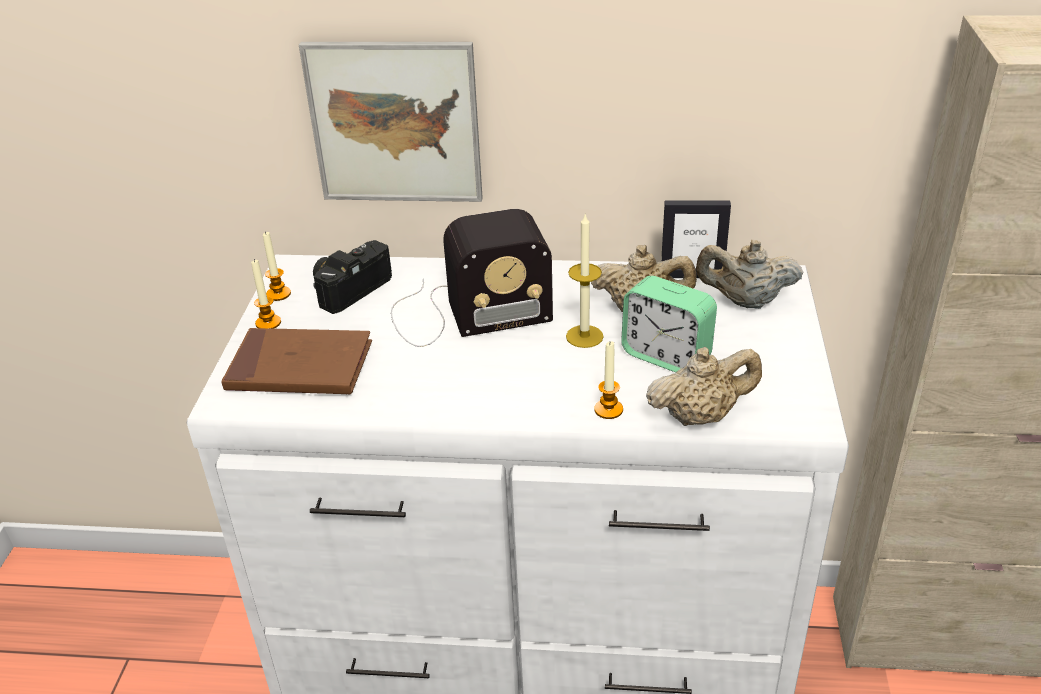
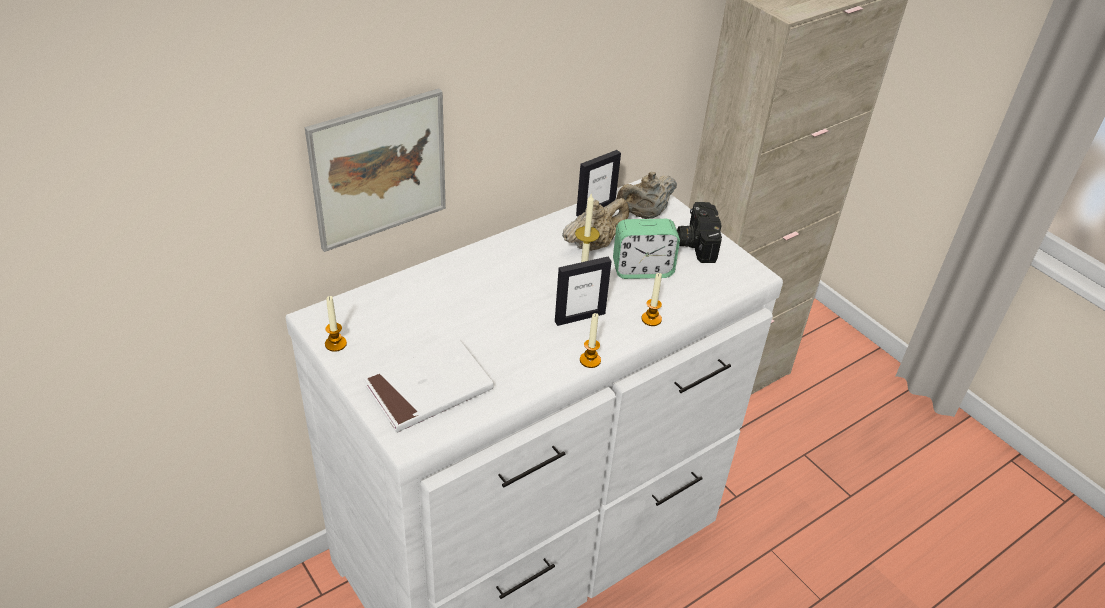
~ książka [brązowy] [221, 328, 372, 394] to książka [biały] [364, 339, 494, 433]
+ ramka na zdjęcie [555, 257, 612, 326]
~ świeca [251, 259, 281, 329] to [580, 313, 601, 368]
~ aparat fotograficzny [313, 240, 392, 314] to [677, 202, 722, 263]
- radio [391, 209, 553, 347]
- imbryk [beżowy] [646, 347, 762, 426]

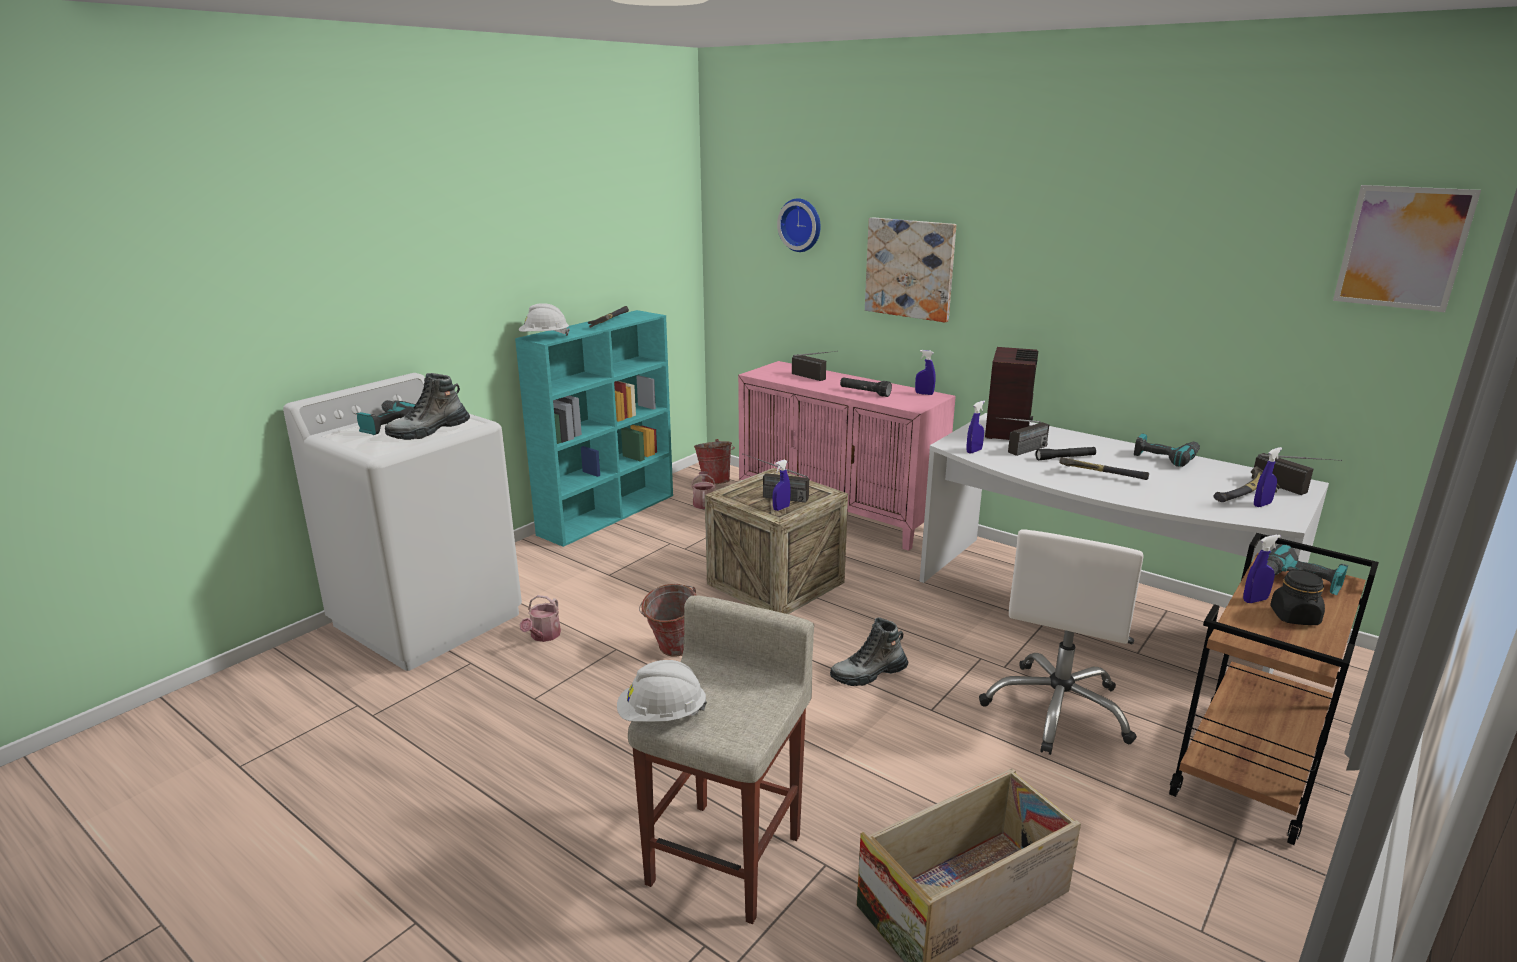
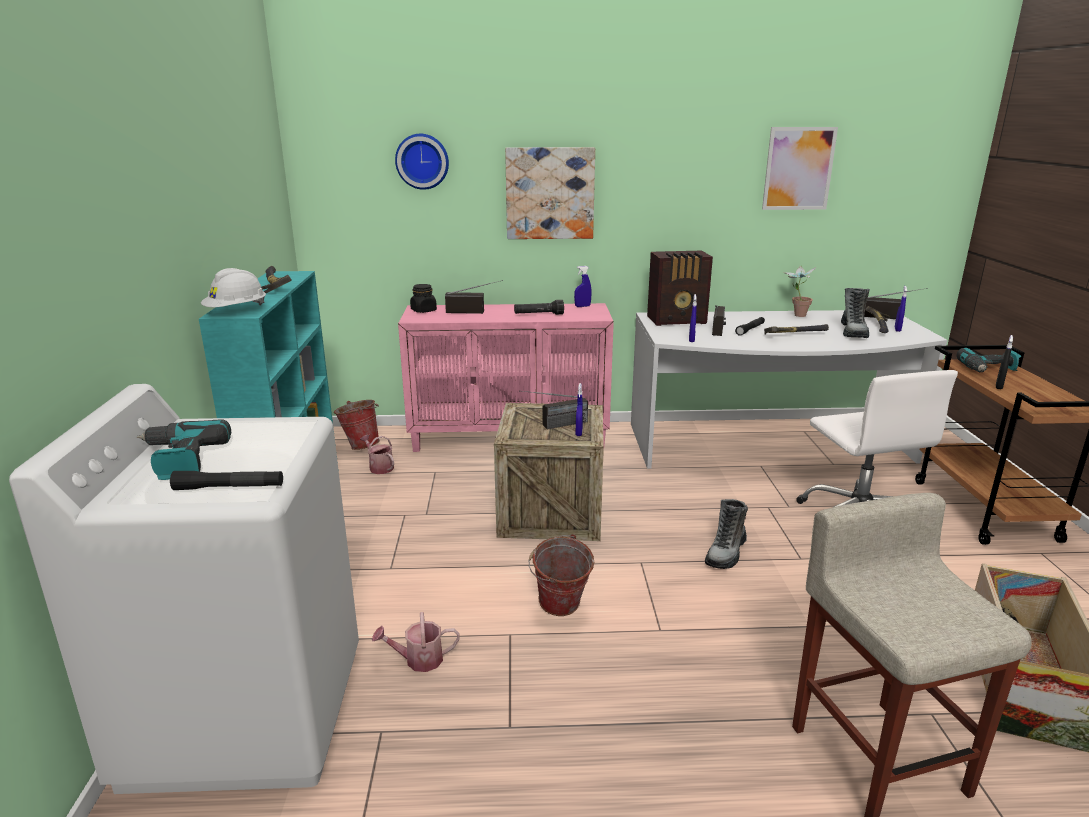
+ latarka [czarny] [170, 471, 283, 490]
~ konewka [520, 595, 561, 642] = [372, 612, 460, 672] 105 degrees clockwise
~ słoik [czarny] [1270, 569, 1325, 625] to [410, 284, 437, 313]
~ radio [985, 347, 1038, 440] = [647, 250, 713, 326] 105 degrees clockwise
~ obraz [1333, 185, 1481, 312] to [762, 127, 838, 210]
~ wiertarka [1134, 433, 1200, 467] to roślina doniczkowa [784, 266, 817, 317]
~ but z cholewką [385, 373, 470, 440] to [841, 288, 870, 338]
~ spryskiwacz [niebieski] [1243, 535, 1281, 603] to spryskiwacz [czarny] [996, 335, 1013, 389]
- kask [biały] [617, 660, 707, 722]

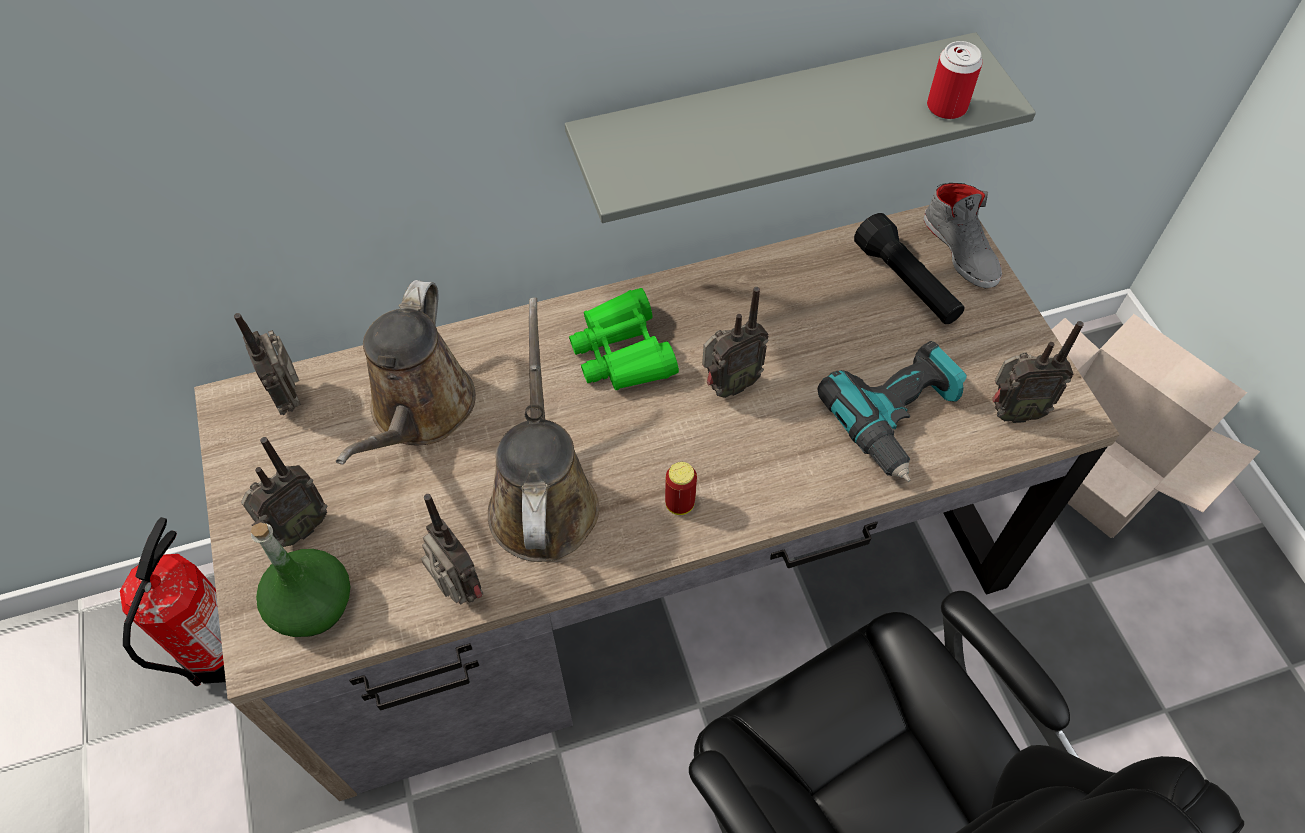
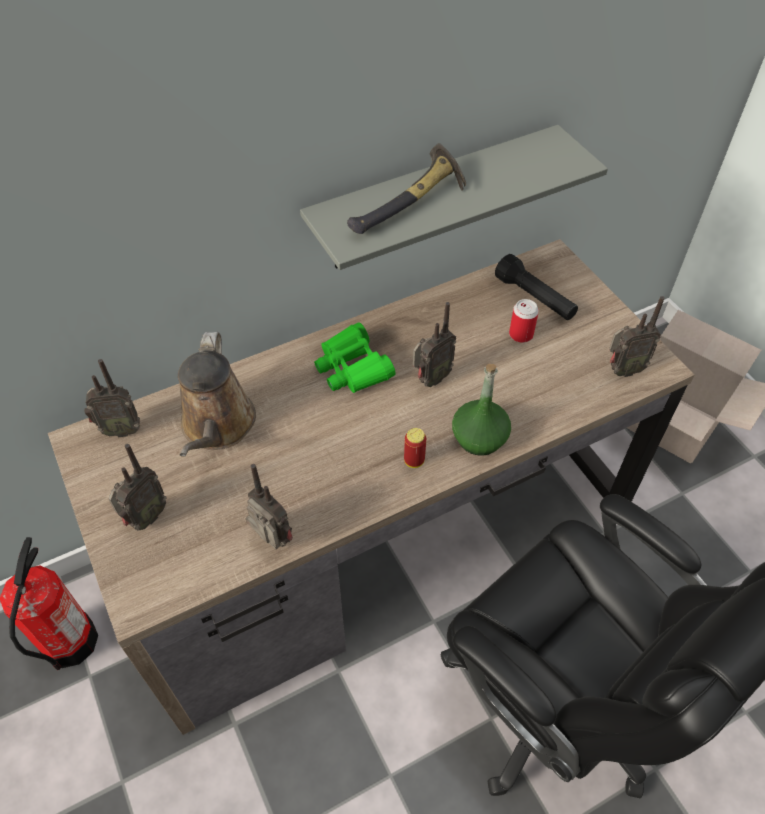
~ radio [234, 313, 301, 415] = [84, 359, 140, 437] 60 degrees counterclockwise
+ młotek [347, 143, 466, 234]
~ butelka [zielony] [251, 522, 350, 637] to [452, 364, 511, 456]
~ puszka [927, 41, 983, 119] to [509, 299, 539, 343]
- konewka [brązowy] [488, 298, 599, 562]
- wiertarka [818, 341, 967, 482]
- but [szary] [923, 183, 1002, 289]

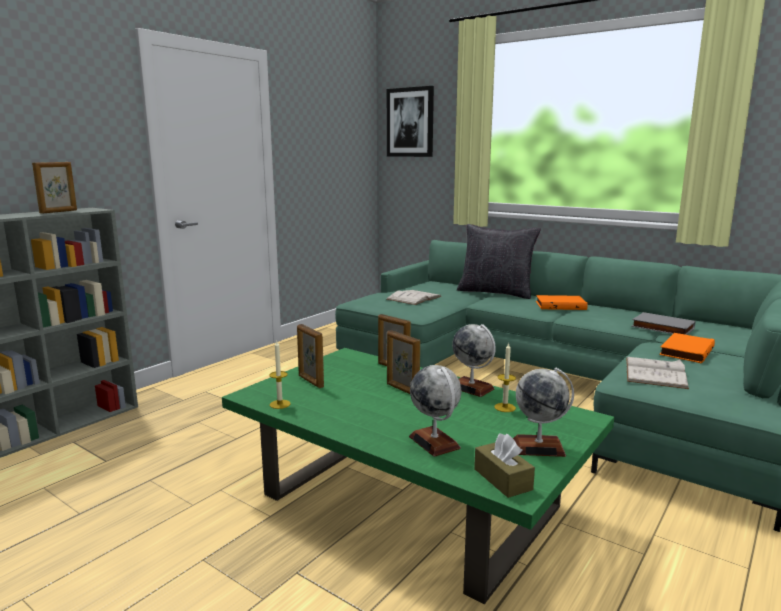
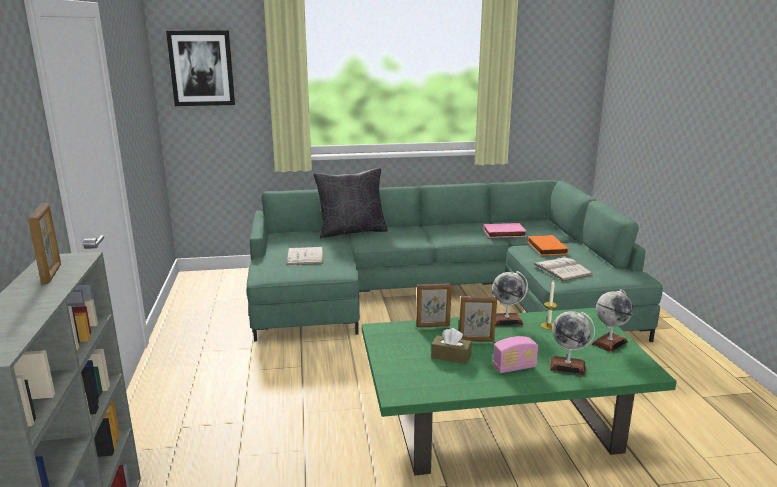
~ pudełko chusteczek [brązowy] [474, 433, 535, 498] to [431, 328, 472, 364]
~ książka [szary] [631, 312, 695, 335] to książka [różowy] [483, 223, 527, 238]
+ radio [493, 336, 538, 373]
- świeca [269, 341, 291, 409]
- ramka na zdjęcie [297, 324, 324, 388]
- książka [pomarańczowy] [536, 295, 588, 310]

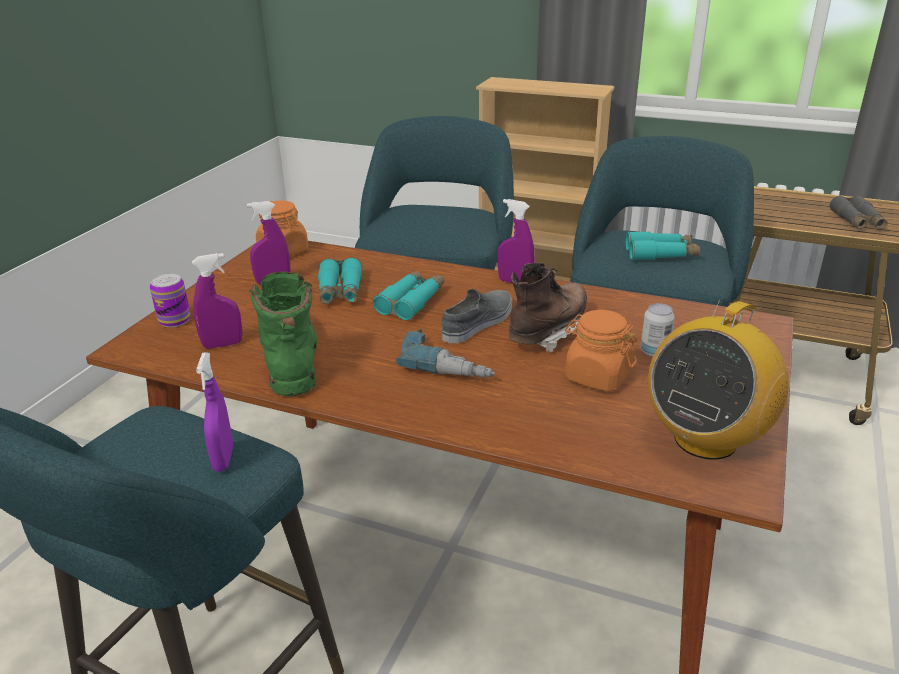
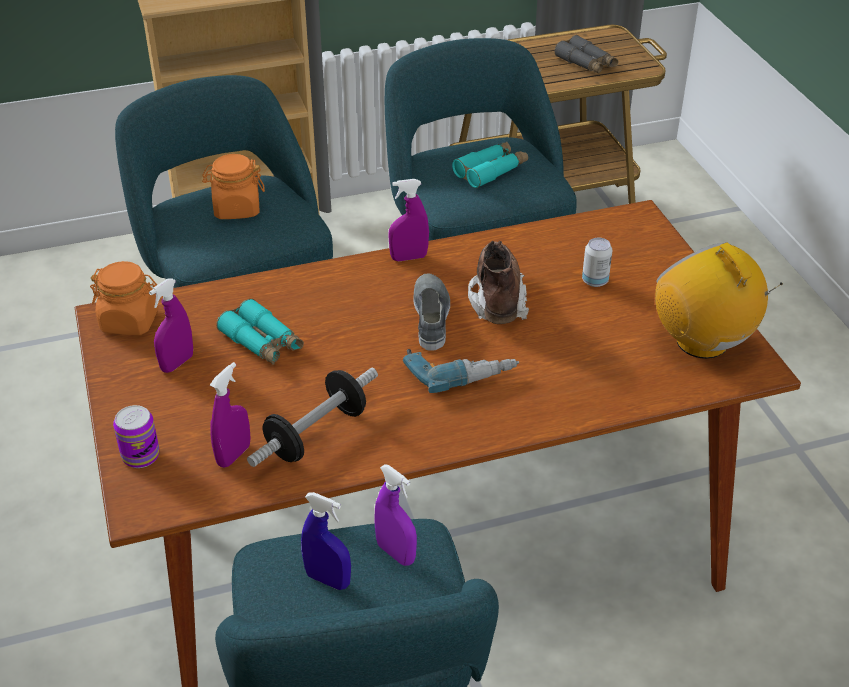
~ słoik [pomarańczowy] [565, 310, 637, 392] to [202, 154, 265, 219]
~ but z cholewką [zielony] [249, 271, 317, 396] to hantel [247, 368, 378, 467]
+ spryskiwacz [niebieski] [301, 492, 351, 590]
~ radio [648, 299, 789, 460] = [655, 242, 783, 359] 150 degrees clockwise
- lornetka [turkusowy] [373, 270, 444, 320]

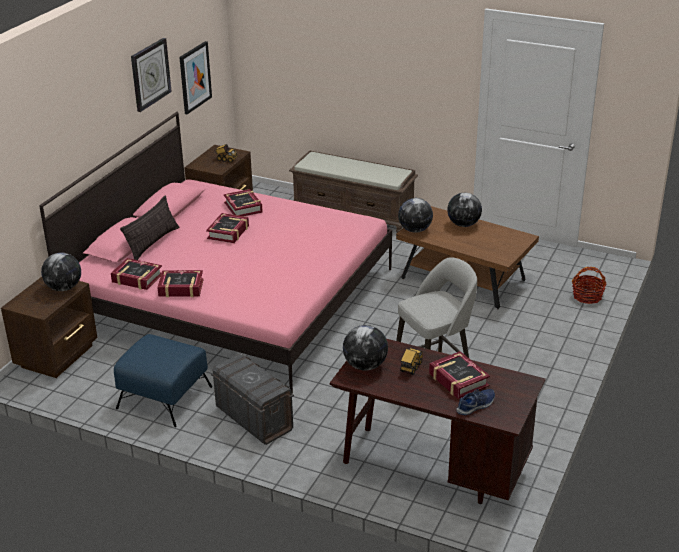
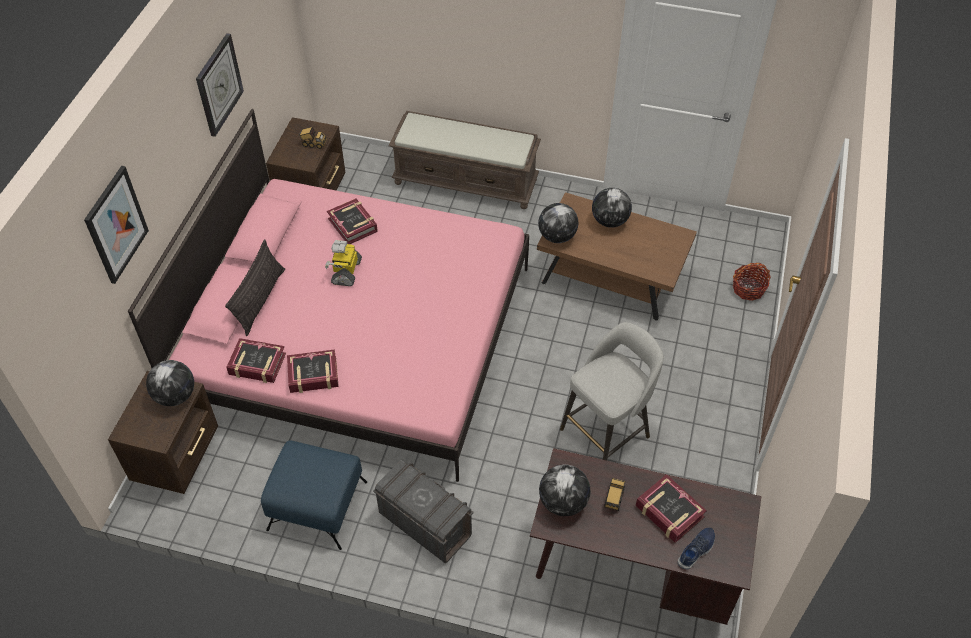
~ obraz [179, 41, 212, 114] to [84, 166, 149, 284]
~ książka [206, 213, 249, 243] to robot zabawkowy [325, 240, 362, 286]

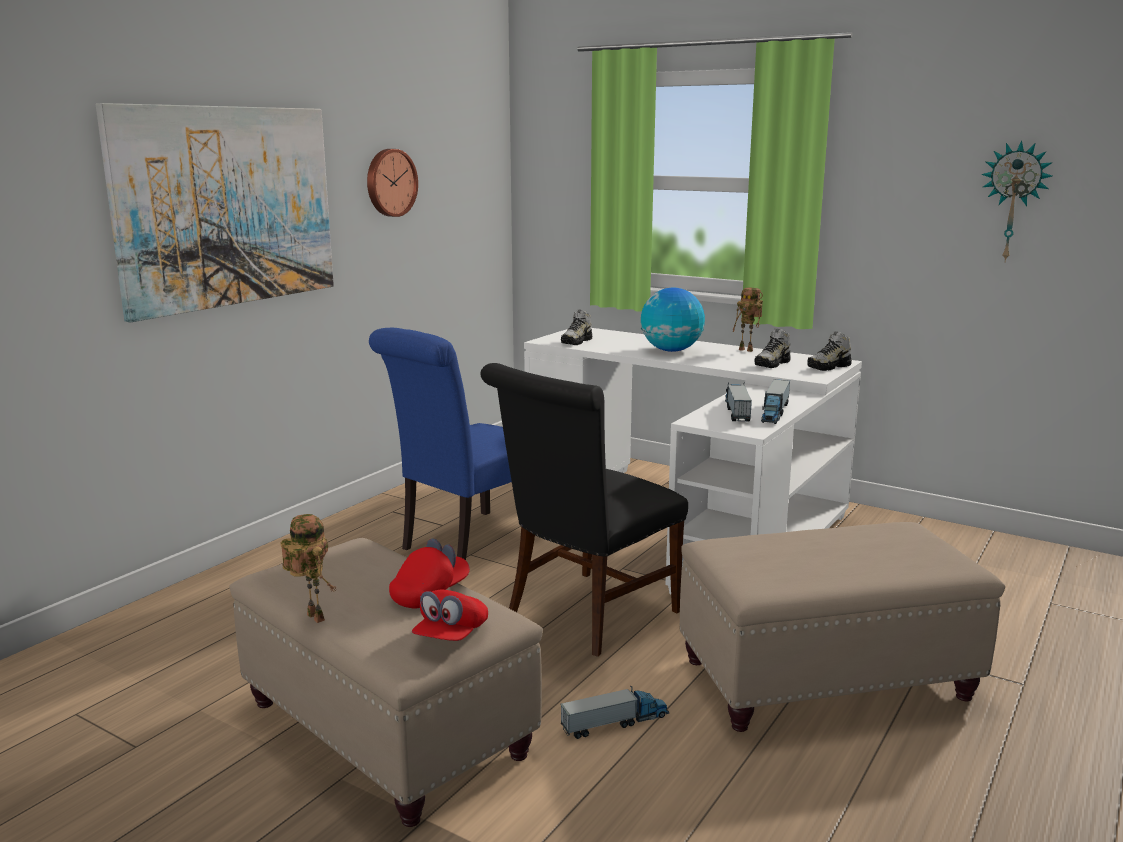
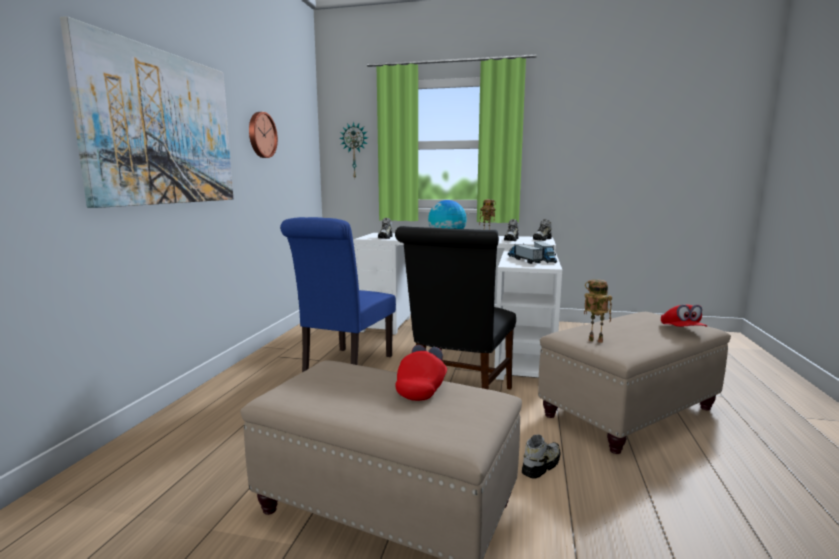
~ zegar ścienny [981, 140, 1053, 262] to [339, 122, 368, 178]
~ ciężarówka zabawkowa [560, 686, 669, 739] to but [522, 434, 560, 479]
~ robot zabawkowy [280, 514, 337, 623] to [584, 279, 612, 343]
~ czapka z daszkiem [czerwony] [412, 590, 488, 641] to [661, 304, 707, 327]

